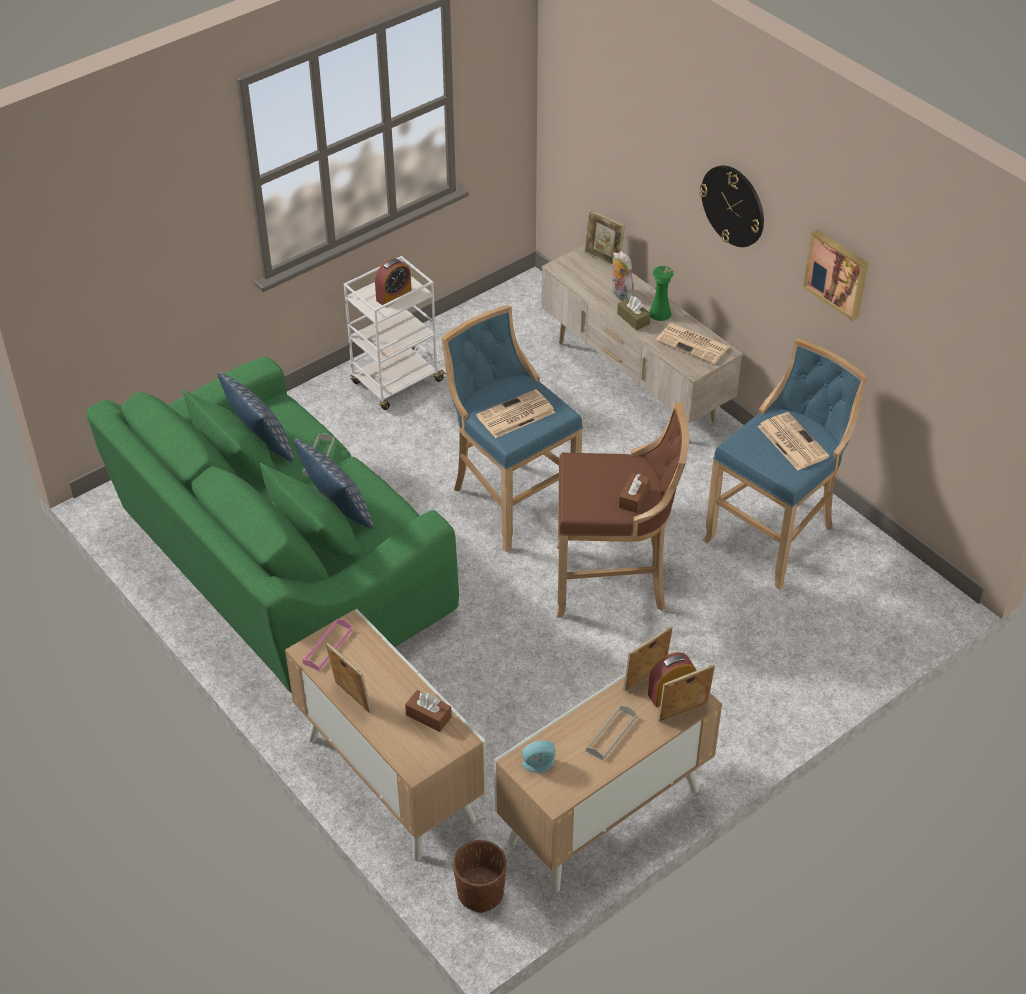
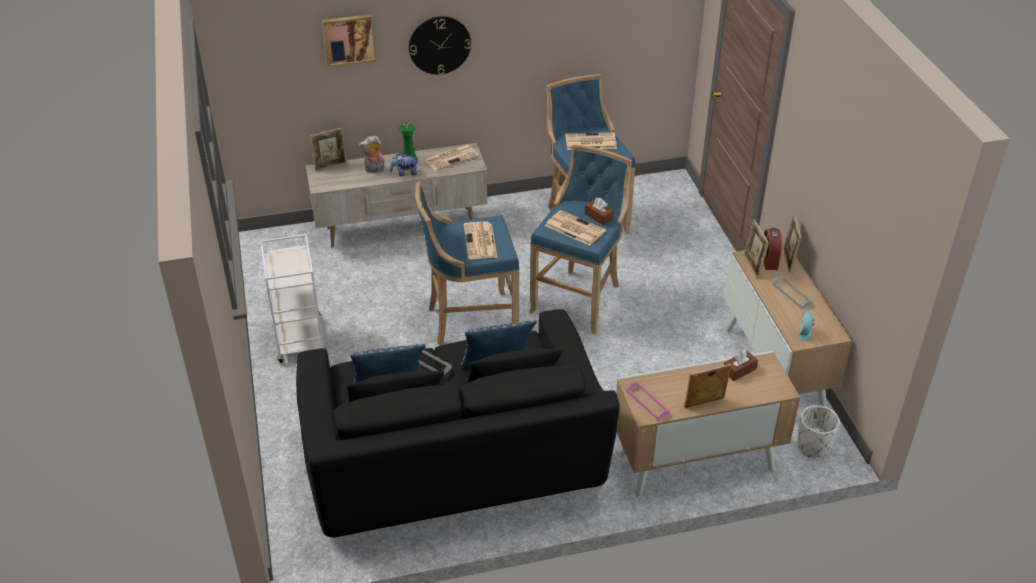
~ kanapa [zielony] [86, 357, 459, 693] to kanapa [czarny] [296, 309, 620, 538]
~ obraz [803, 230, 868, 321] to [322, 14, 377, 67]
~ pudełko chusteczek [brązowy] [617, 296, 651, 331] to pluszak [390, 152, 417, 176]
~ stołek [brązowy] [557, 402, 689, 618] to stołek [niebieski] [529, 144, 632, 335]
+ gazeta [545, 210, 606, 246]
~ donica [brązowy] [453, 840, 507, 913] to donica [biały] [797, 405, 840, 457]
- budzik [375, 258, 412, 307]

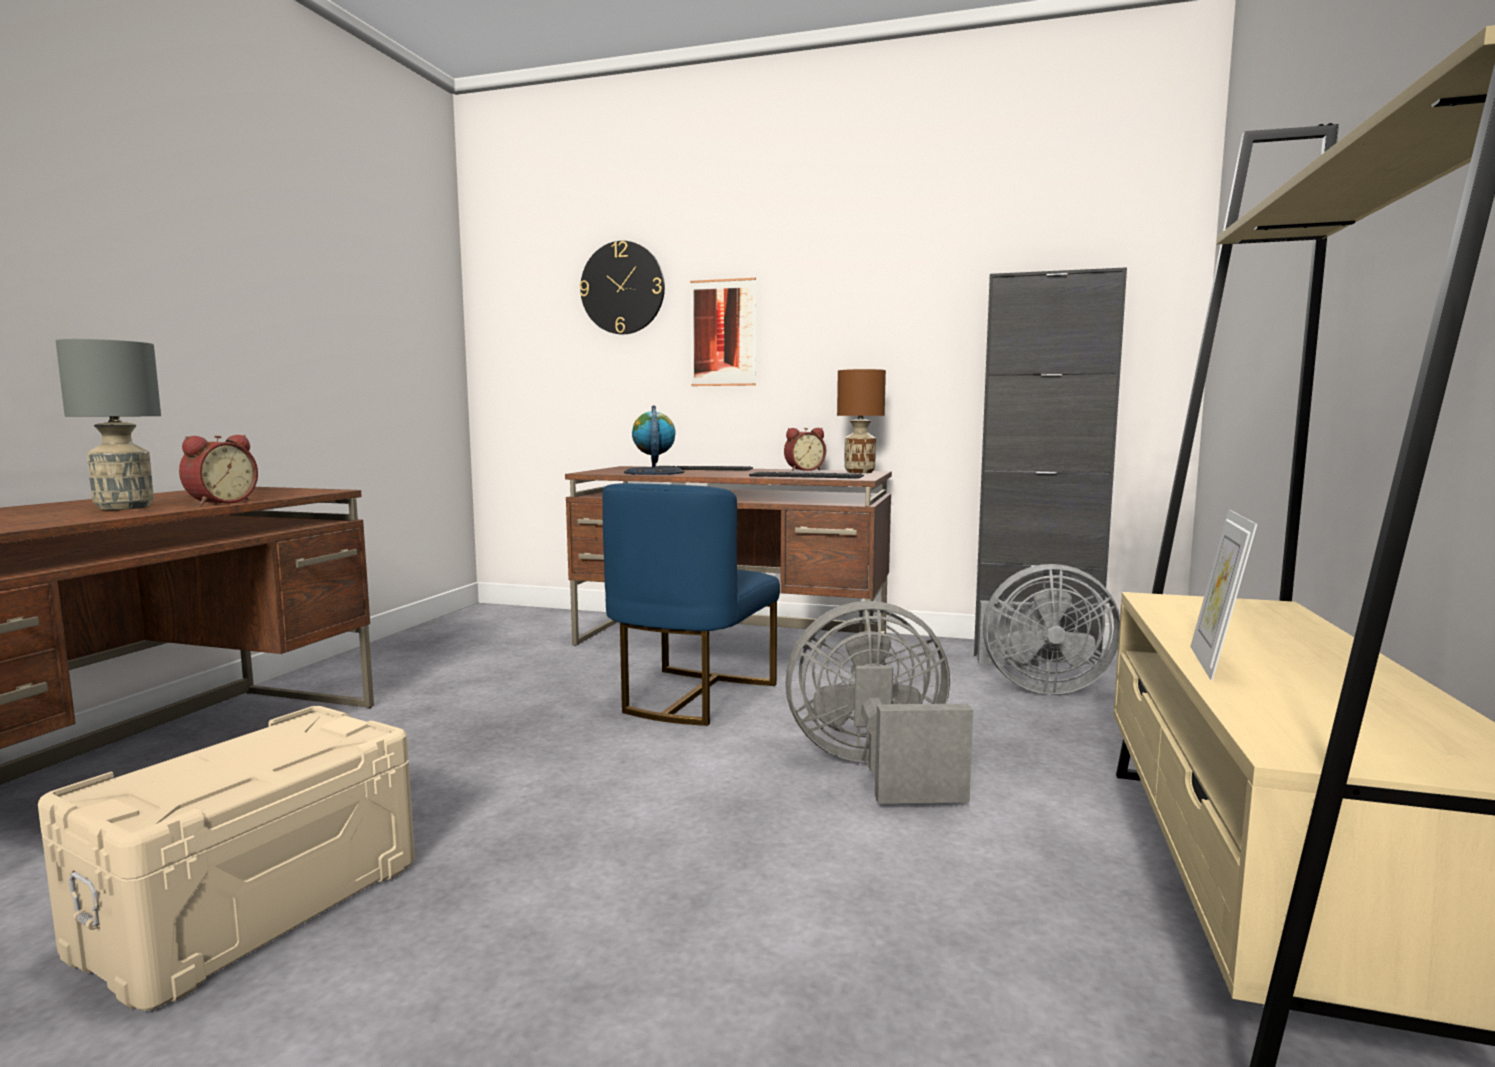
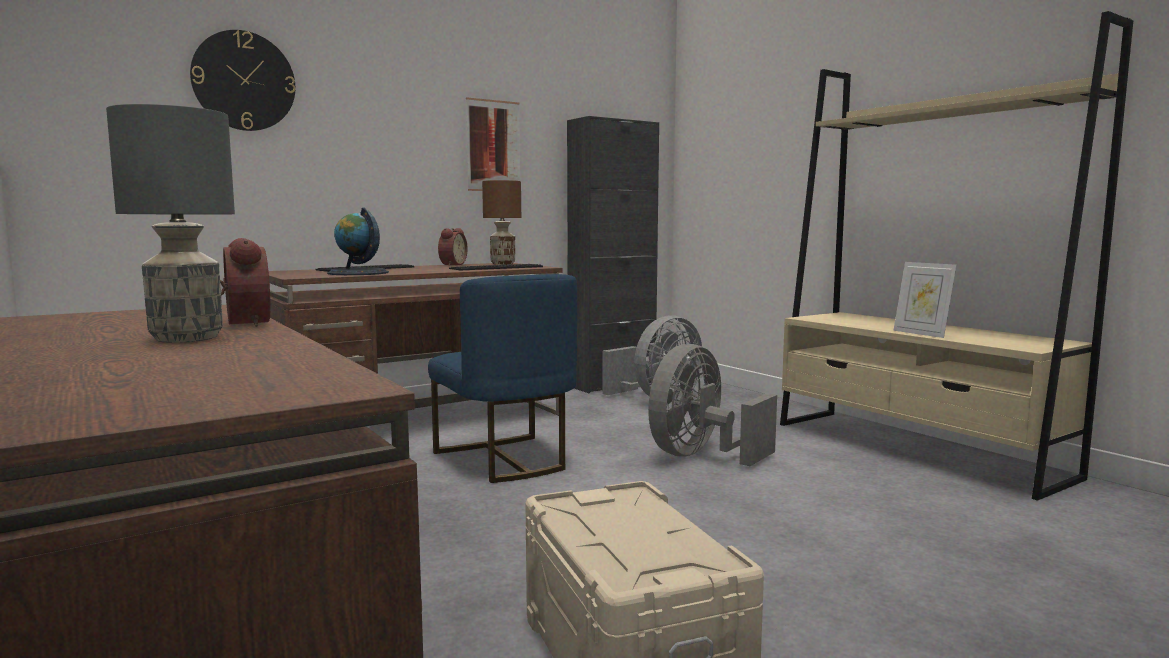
~ obraz [690, 278, 756, 386] to [466, 97, 520, 191]

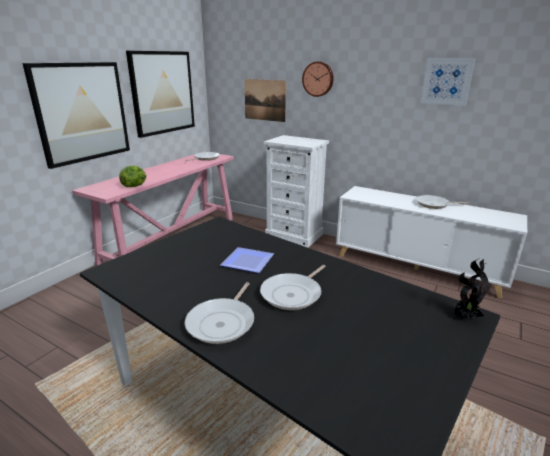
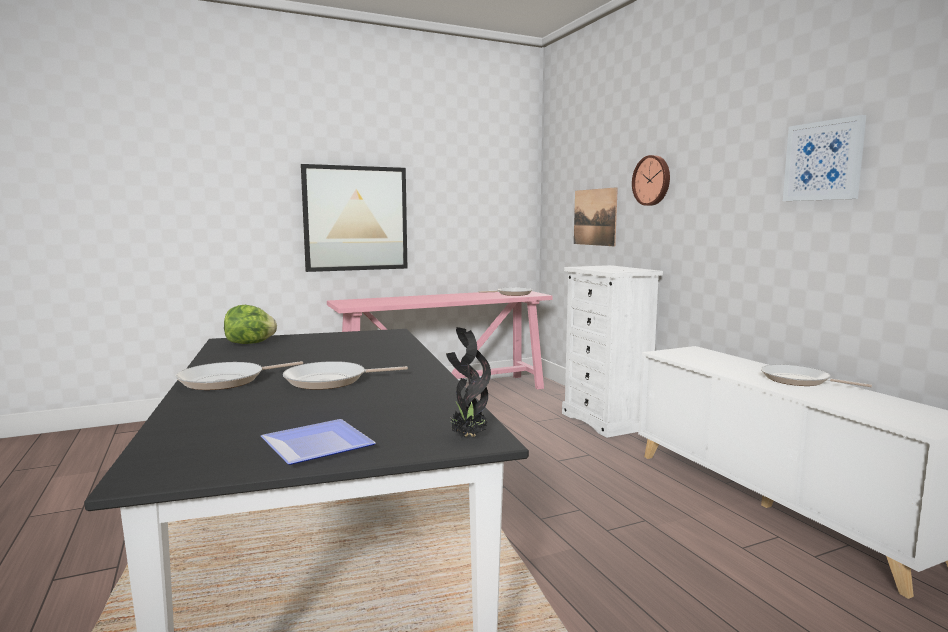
~ sałata [119, 166, 147, 187] to [224, 305, 277, 344]
~ talerz [221, 247, 274, 273] to [261, 419, 376, 465]
- obraz [126, 51, 195, 138]

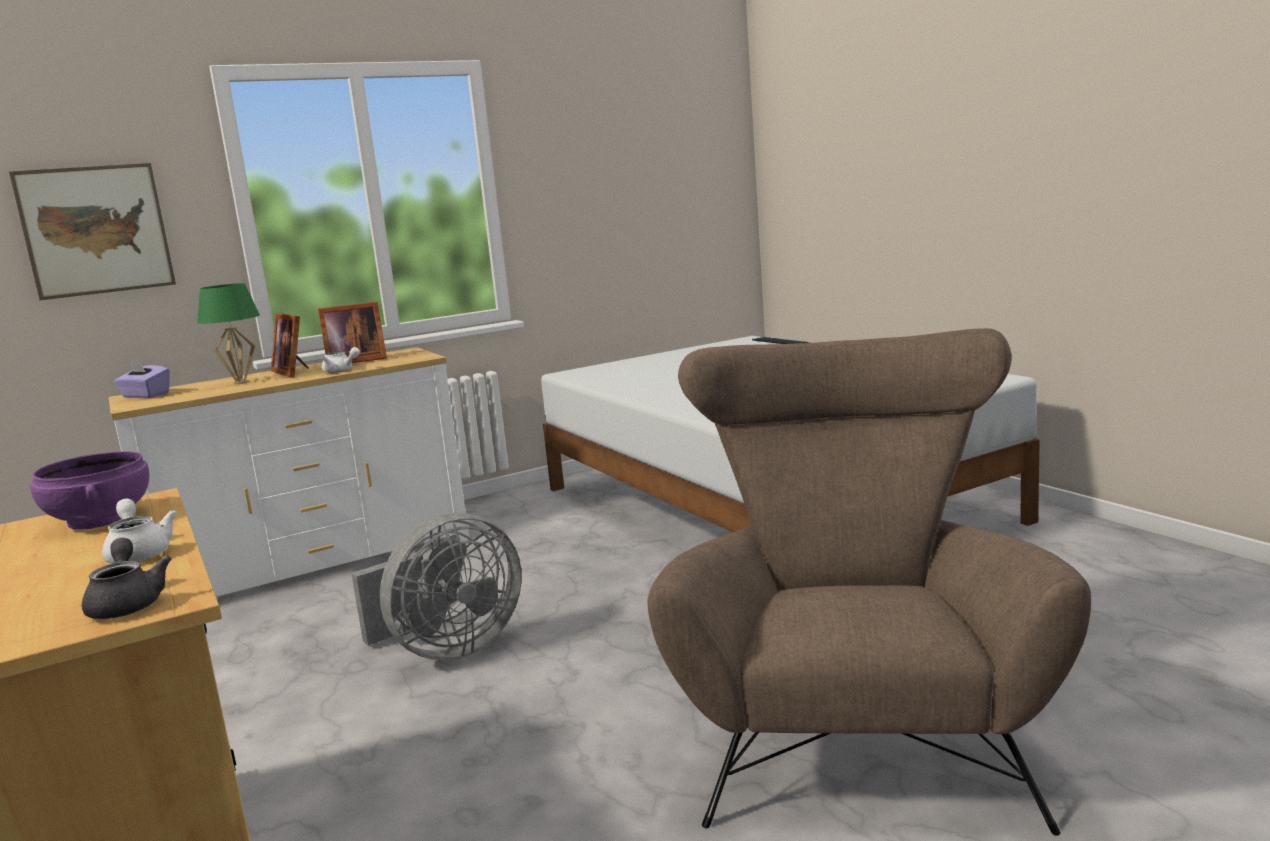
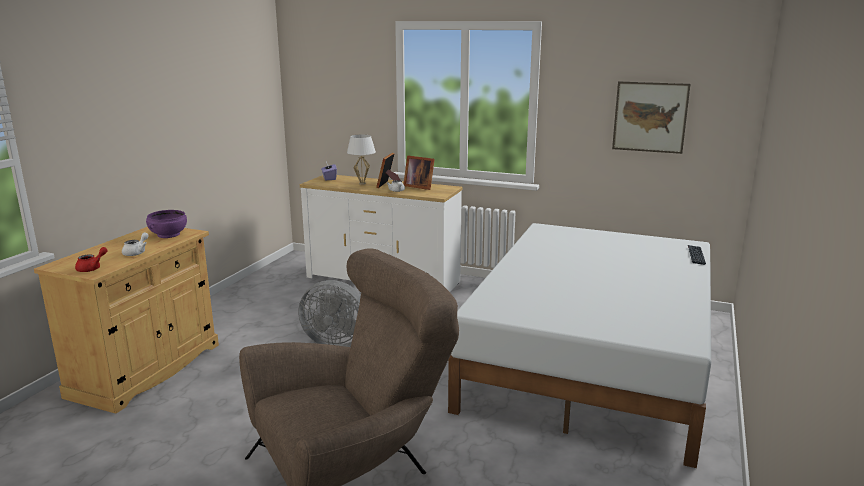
~ imbryk [szary] [82, 538, 172, 619] to imbryk [czerwony] [75, 247, 108, 272]
~ lampa stołowa [zielony] [197, 283, 260, 384] to lampa stołowa [biały] [347, 135, 376, 185]
~ obraz [9, 163, 176, 300] to [612, 81, 691, 154]

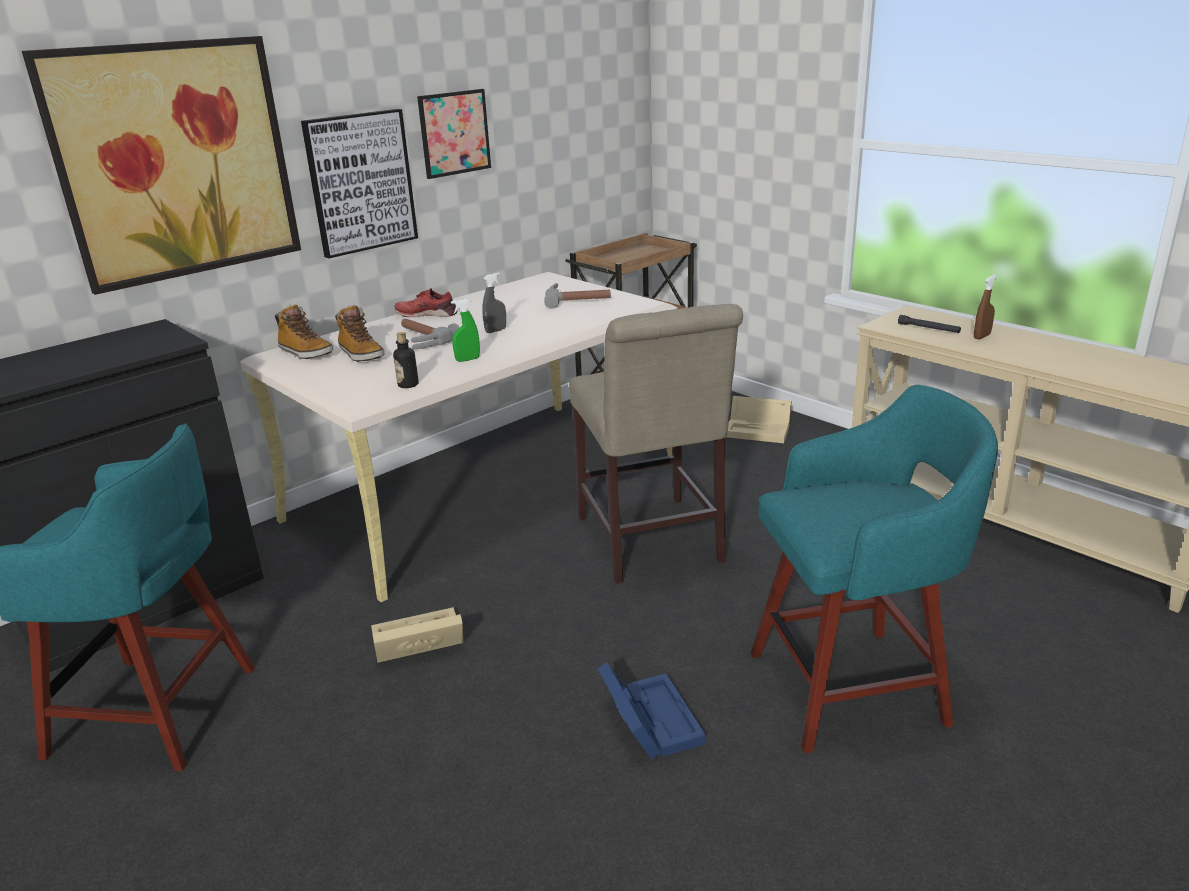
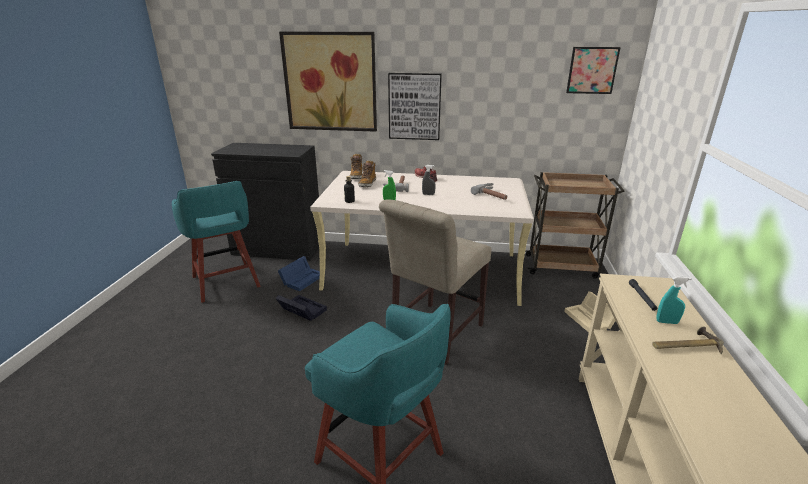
~ pojemnik do przechowywania [beżowy] [371, 607, 463, 663] to pojemnik do przechowywania [czarny] [275, 295, 327, 321]
~ pojemnik do przechowywania [niebieski] [598, 662, 706, 759] to [278, 256, 320, 292]
~ obraz [417, 89, 491, 179] to [566, 47, 621, 94]
+ młotek [652, 326, 724, 354]
~ spryskiwacz [brązowy] [974, 274, 997, 339] to spryskiwacz [turkusowy] [656, 277, 691, 324]

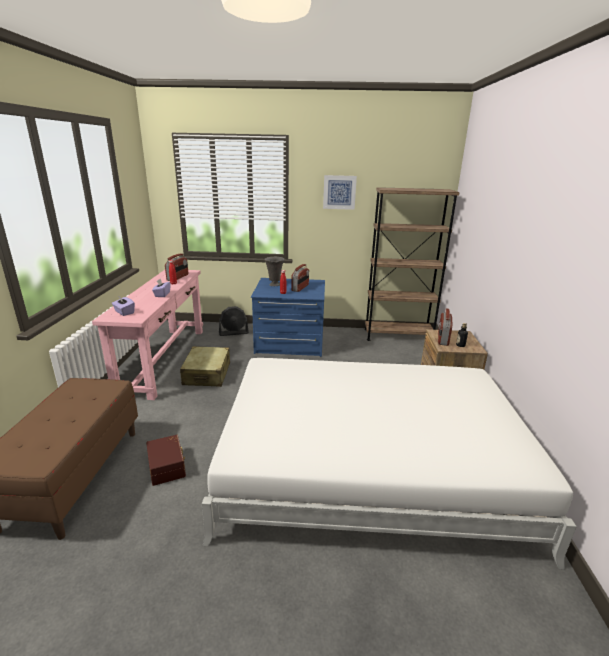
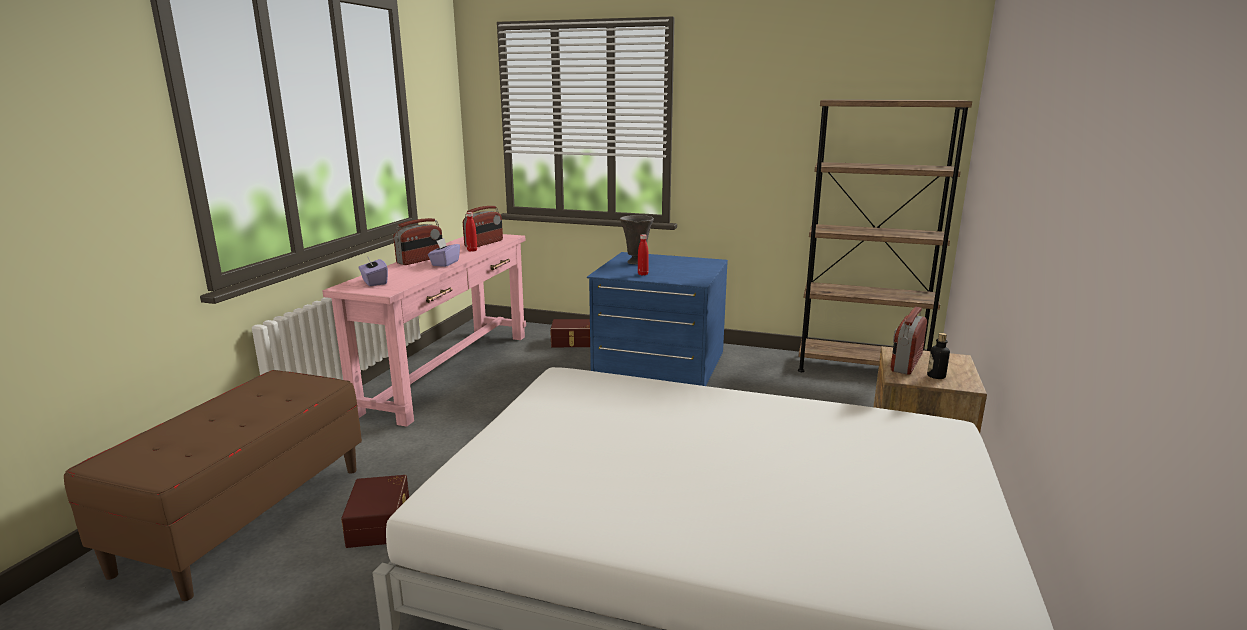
~ radio [291, 264, 309, 292] to [394, 218, 442, 265]
~ wentylator [czarny] [219, 306, 249, 336] to pojemnik do przechowywania [brązowy] [550, 319, 590, 347]
- walizka [beżowy] [180, 346, 230, 387]
- obraz [323, 175, 357, 210]

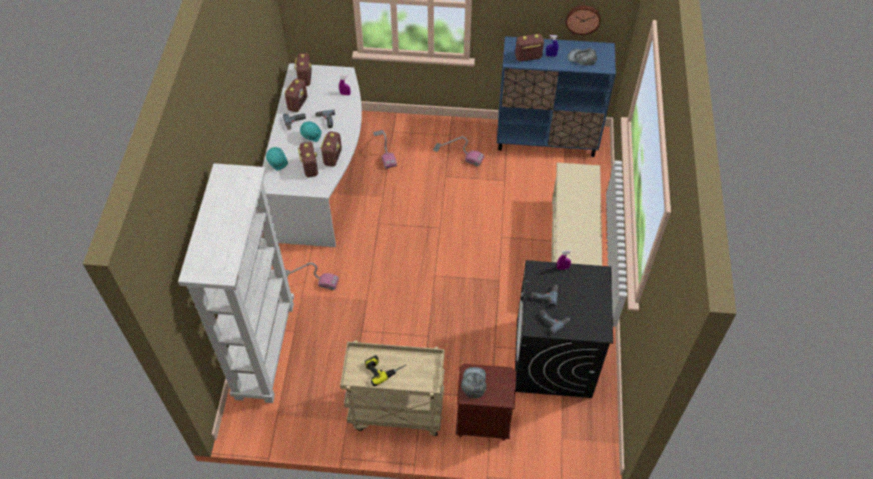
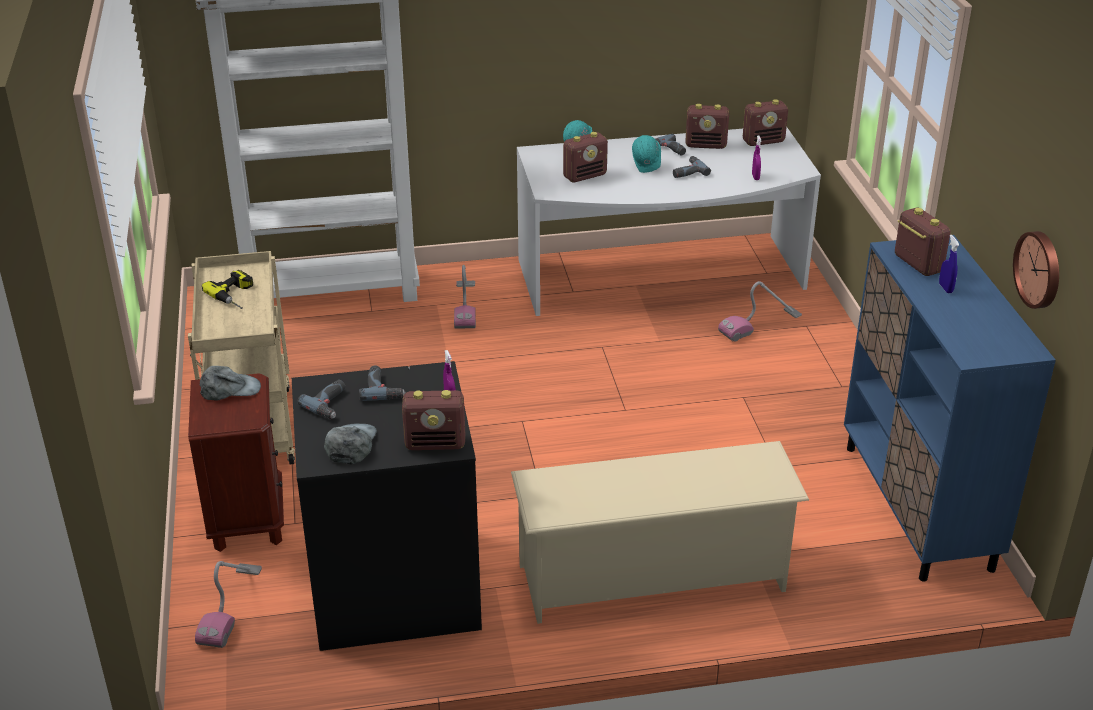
~ odkurzacz [433, 136, 484, 166] to [195, 561, 262, 648]
~ czapka z daszkiem [szary] [567, 48, 597, 66] to [324, 424, 377, 464]
~ radio [321, 131, 342, 167] to [402, 390, 465, 450]

